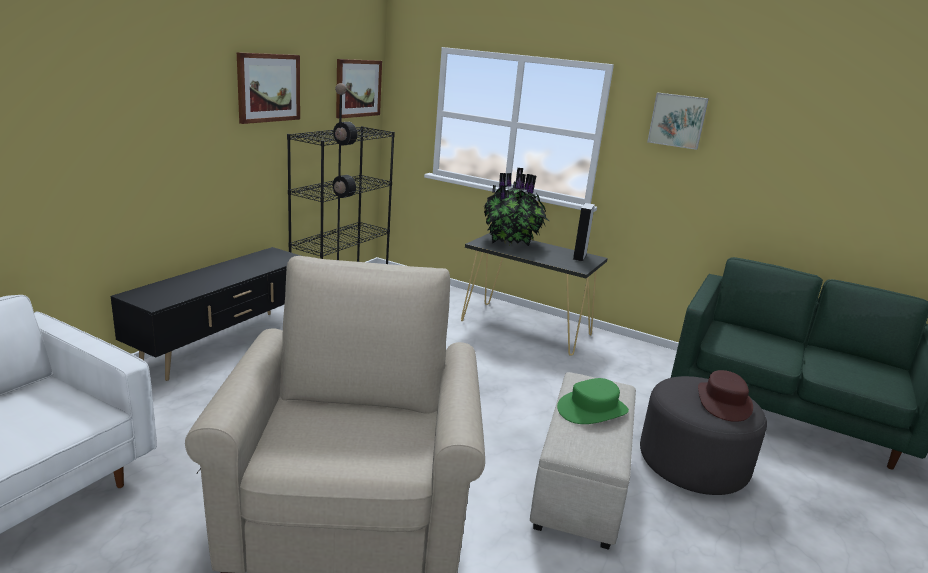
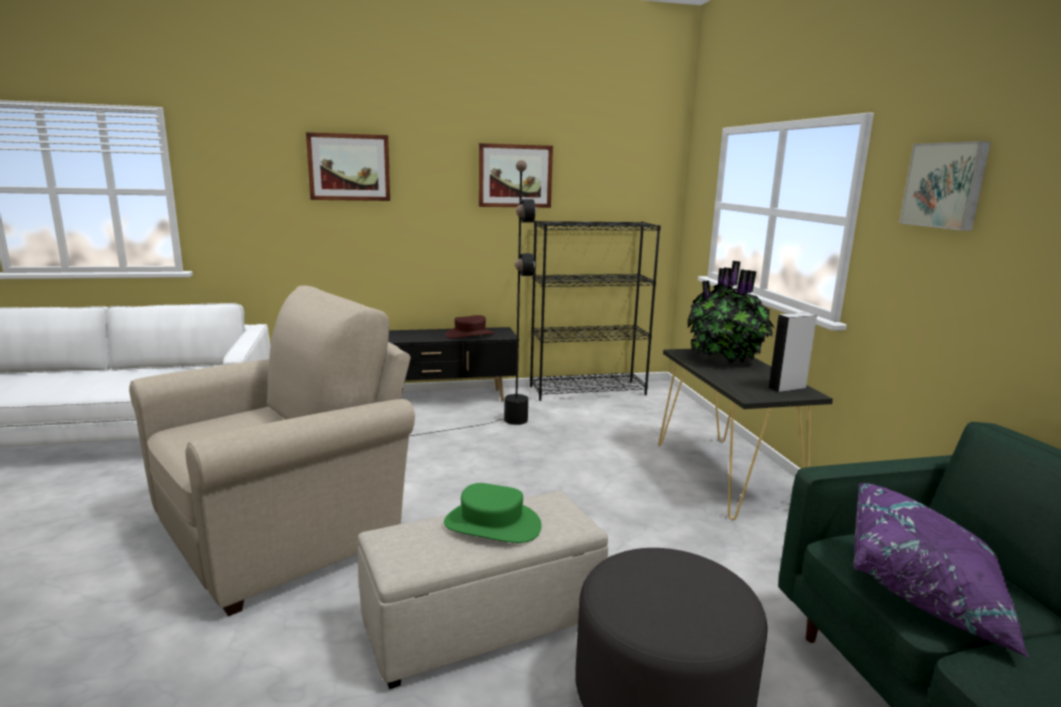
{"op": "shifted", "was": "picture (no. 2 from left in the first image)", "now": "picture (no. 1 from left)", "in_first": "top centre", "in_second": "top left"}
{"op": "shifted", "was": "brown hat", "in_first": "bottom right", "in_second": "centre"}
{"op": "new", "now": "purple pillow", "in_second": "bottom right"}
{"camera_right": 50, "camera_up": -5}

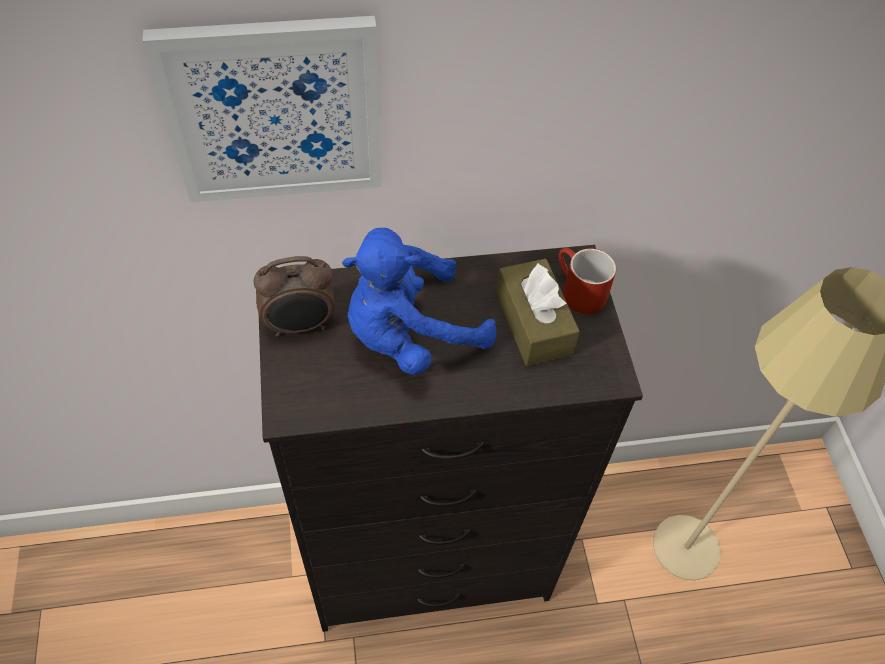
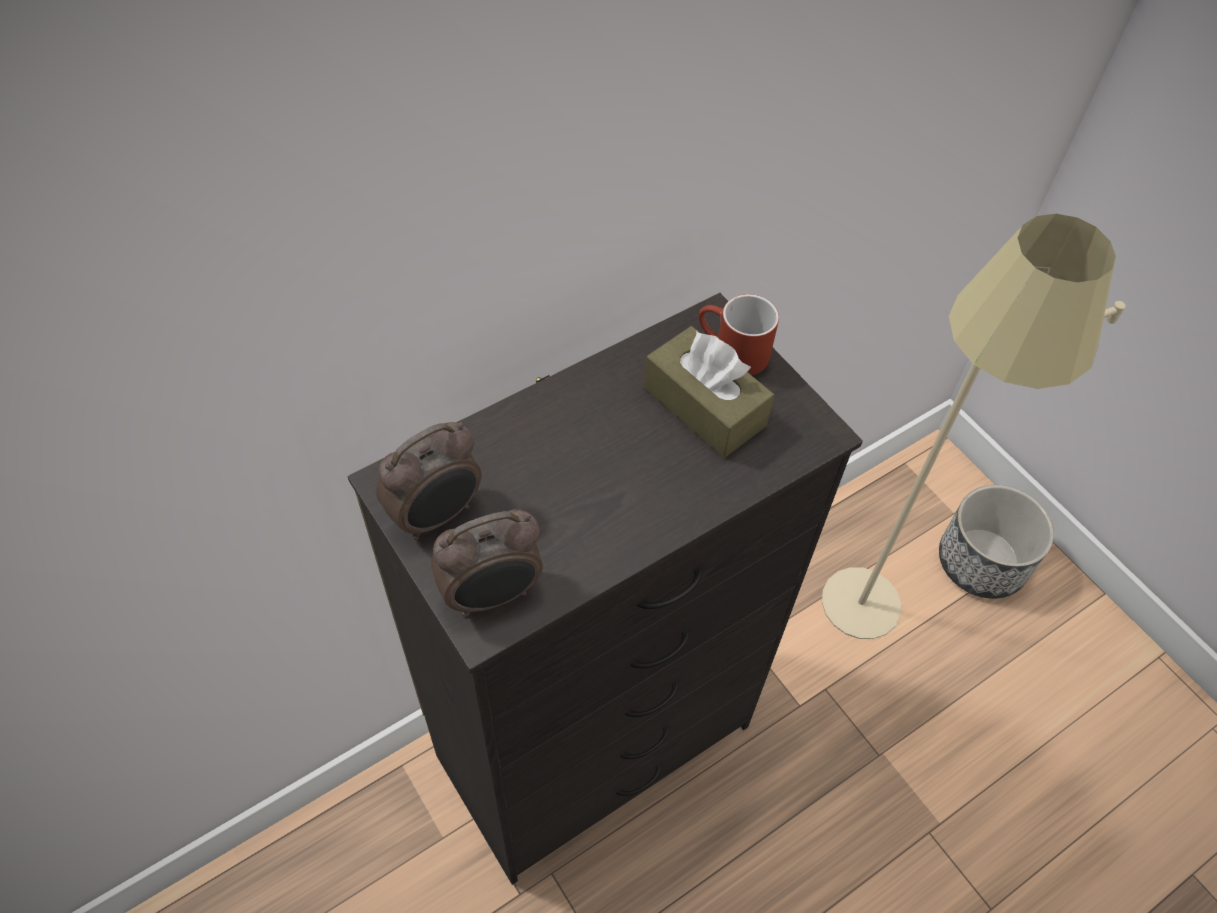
{"op": "gone", "was": "picture", "in_first": "top left"}
{"op": "gone", "was": "blue plush toy", "in_first": "centre"}
{"op": "new", "now": "planter", "in_second": "middle right"}
{"op": "new", "now": "alarm clock (no. 2 from left)", "in_second": "centre"}
{"camera_right": -25, "camera_up": 0}

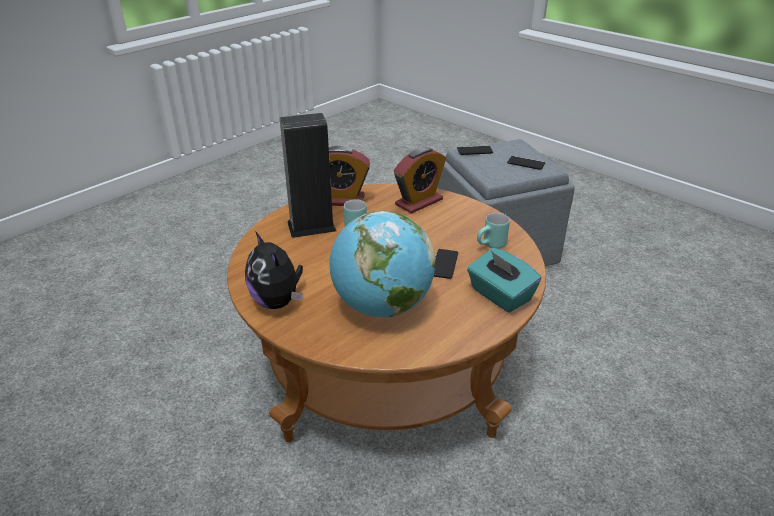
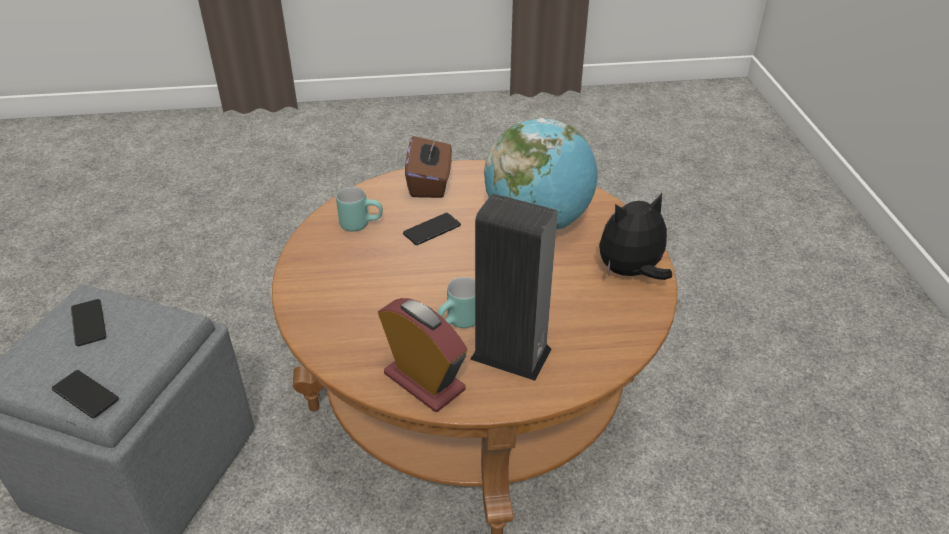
{"op": "gone", "was": "alarm clock (no. 2 from left)", "in_first": "centre"}
{"op": "rotated", "was": "plush toy", "in_first": "centre", "in_second": "middle right", "clockwise": -120}
{"op": "repainted", "was": "turquoise tissue box", "now": "brown tissue box", "in_first": "centre", "in_second": "top centre"}
{"camera_right": -140, "camera_up": 5}

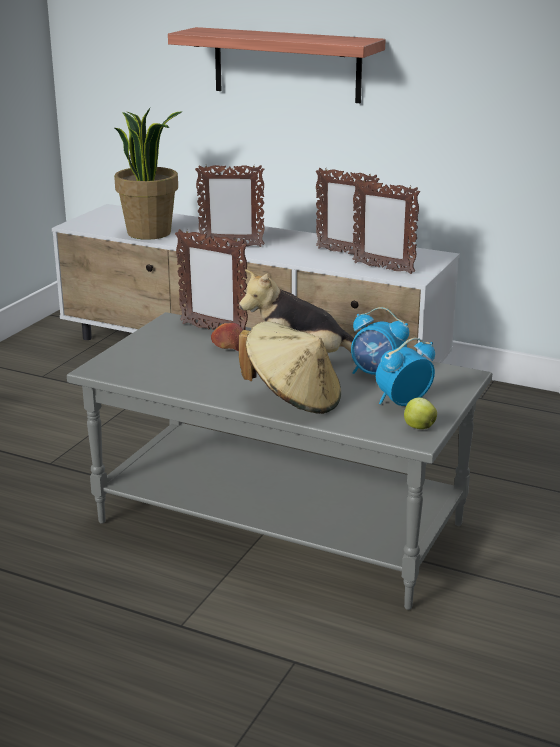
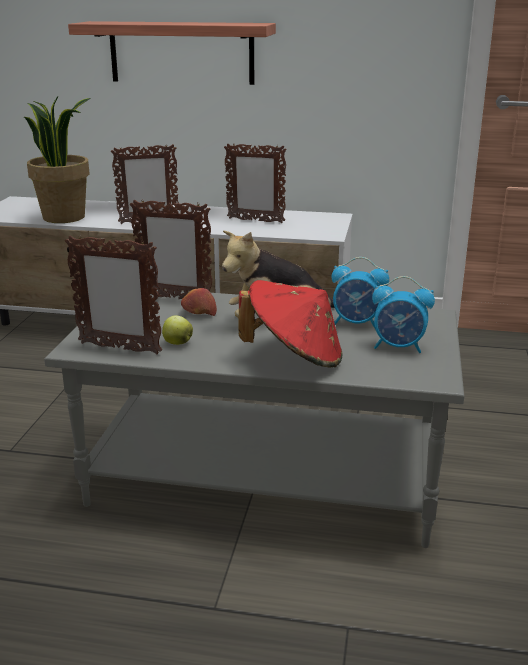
{"op": "shifted", "was": "picture frame (no. 4 from left in the first image)", "now": "picture frame (no. 1 from left)", "in_first": "top right", "in_second": "middle left"}
{"op": "repainted", "was": "beige hat", "now": "red hat", "in_first": "centre", "in_second": "centre"}
{"op": "rotated", "was": "alarm clock (no. 2 from left)", "in_first": "middle right", "in_second": "middle right", "clockwise": -120}
{"op": "shifted", "was": "apple (no. 2 from left in the first image)", "now": "apple (no. 1 from left)", "in_first": "middle right", "in_second": "centre"}
{"camera_right": -15, "camera_up": 0}

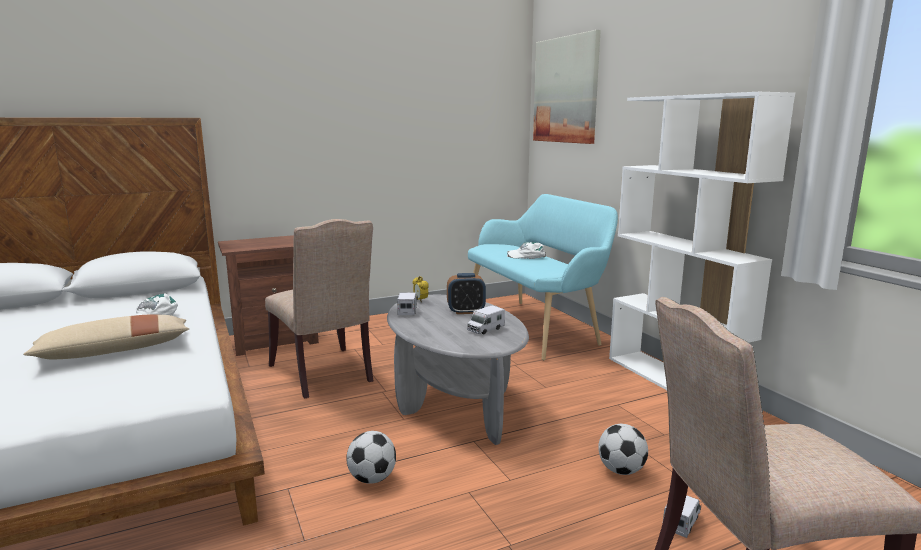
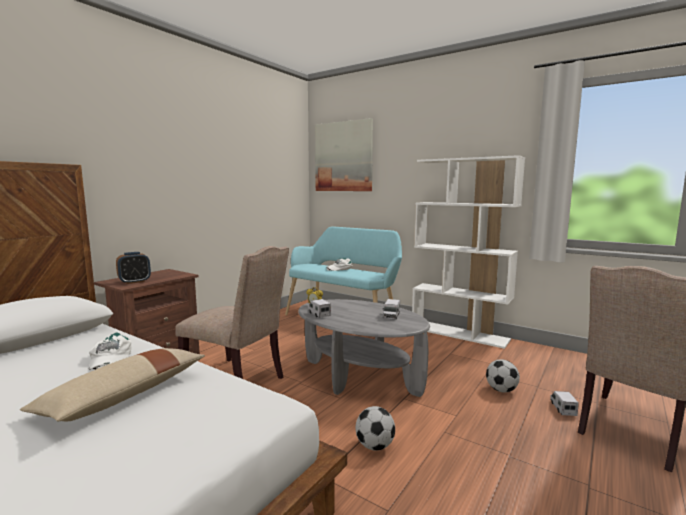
{"op": "shifted", "was": "alarm clock (no. 2 from left in the first image)", "now": "alarm clock (no. 1 from left)", "in_first": "centre", "in_second": "middle left"}
{"camera_right": -30, "camera_up": -5}

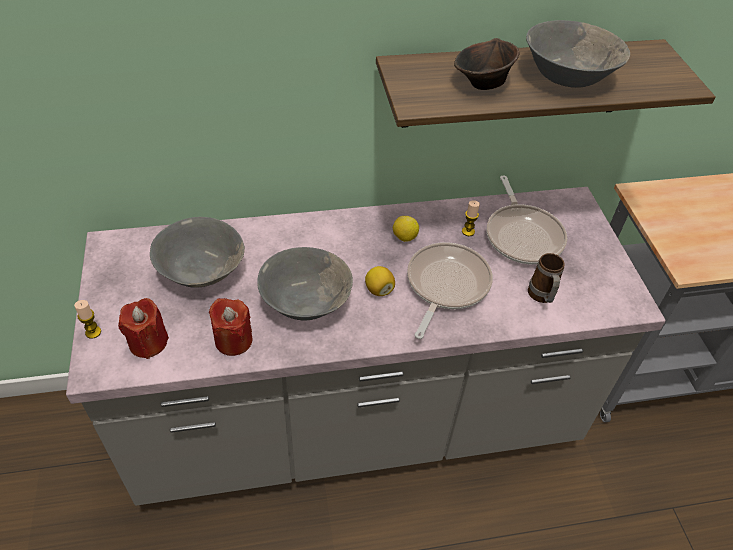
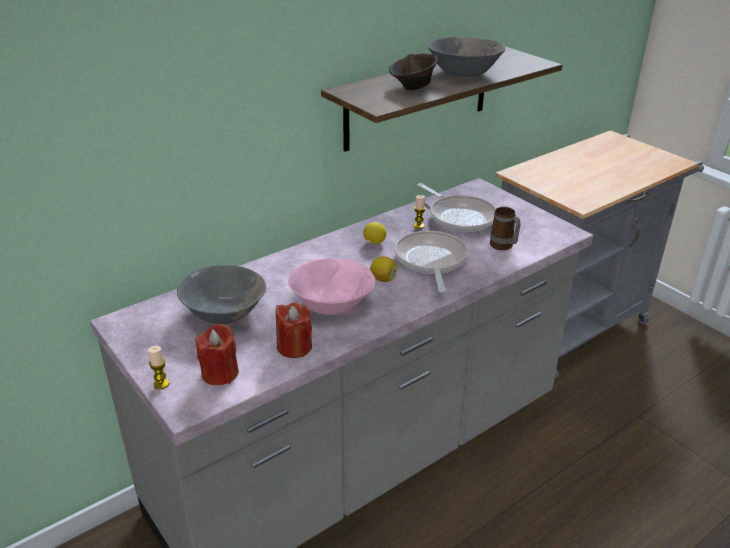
{"op": "repainted", "was": "grey bowl (no. 2 from left)", "now": "pink bowl", "in_first": "centre", "in_second": "centre"}
{"camera_right": -25, "camera_up": -15}

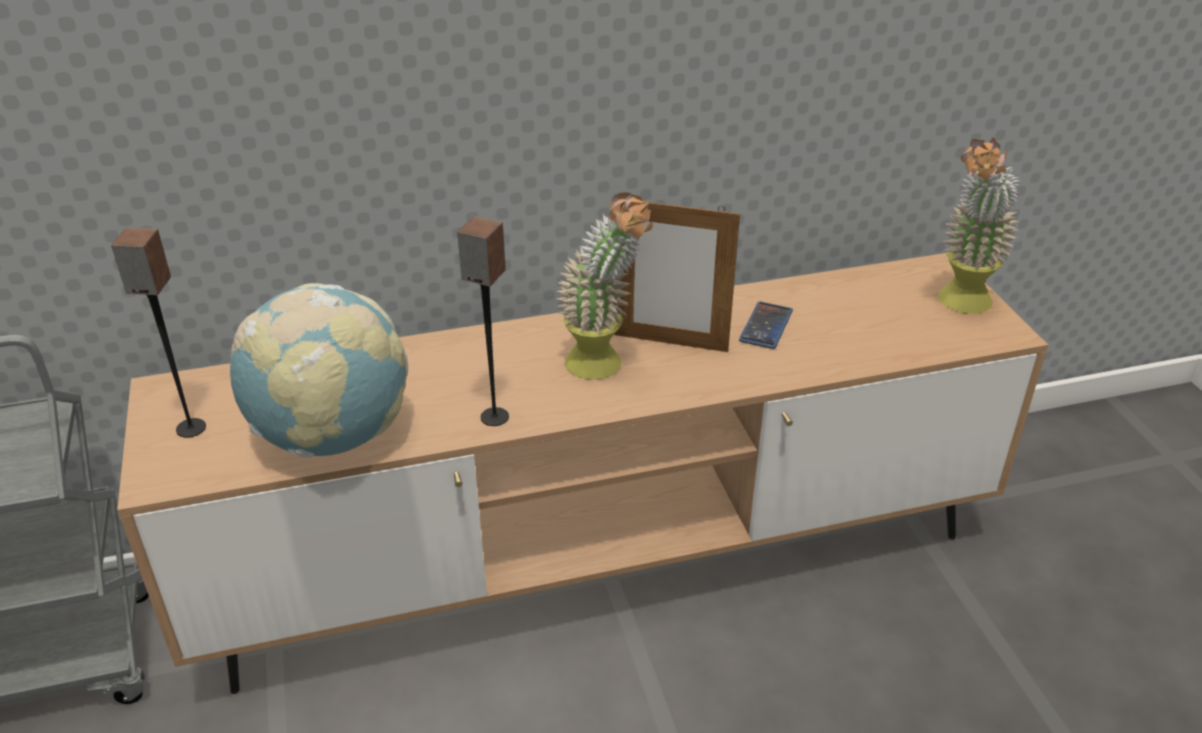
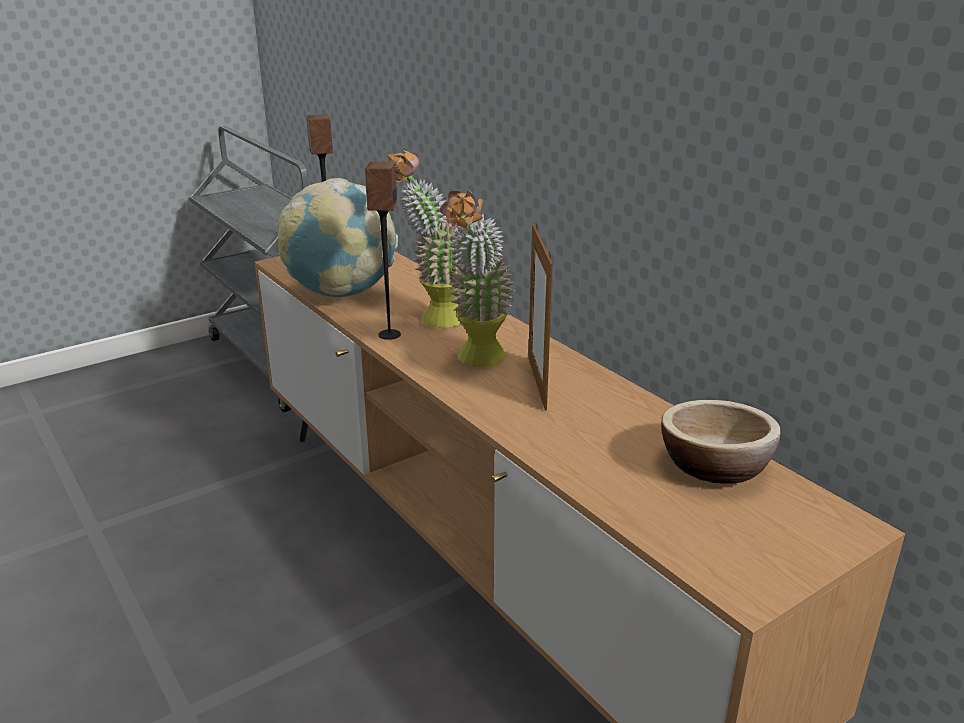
{"op": "shifted", "was": "potted plant (no. 2 from left in the first image)", "now": "potted plant (no. 1 from left)", "in_first": "top right", "in_second": "top centre"}
{"op": "gone", "was": "phone", "in_first": "centre"}
{"op": "new", "now": "bowl", "in_second": "middle right"}
{"camera_right": 70, "camera_up": -10}

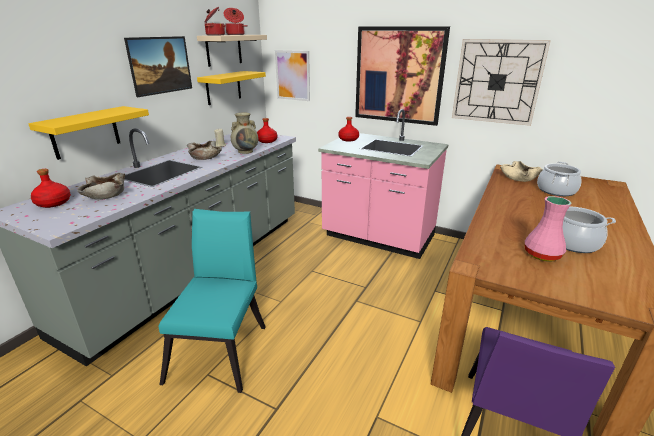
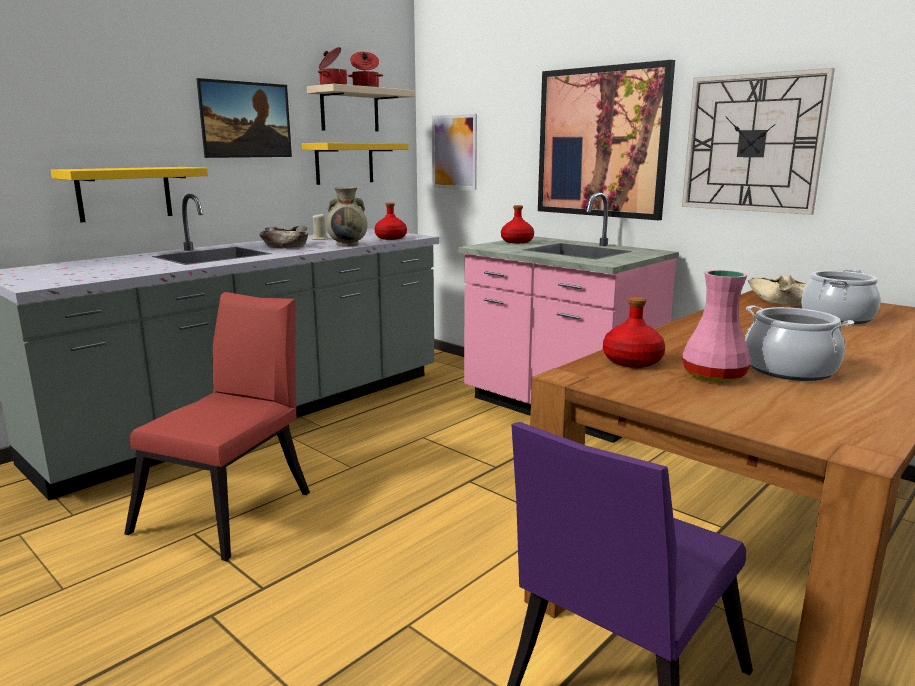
{"op": "shifted", "was": "red bottle (no. 1 from left in the first image)", "now": "red bottle (no. 3 from left)", "in_first": "middle left", "in_second": "middle right"}
{"op": "gone", "was": "beige bowl (no. 1 from left)", "in_first": "middle left"}
{"op": "repainted", "was": "turquoise chair", "now": "red chair", "in_first": "bottom left", "in_second": "middle left"}
{"camera_right": 15, "camera_up": -10}

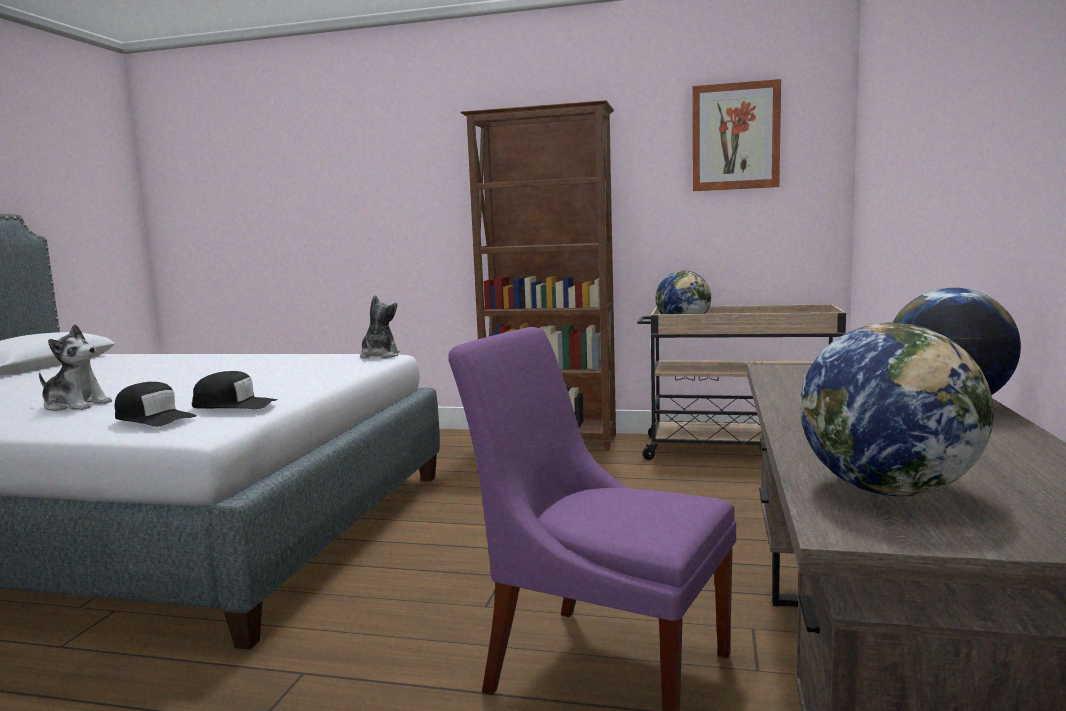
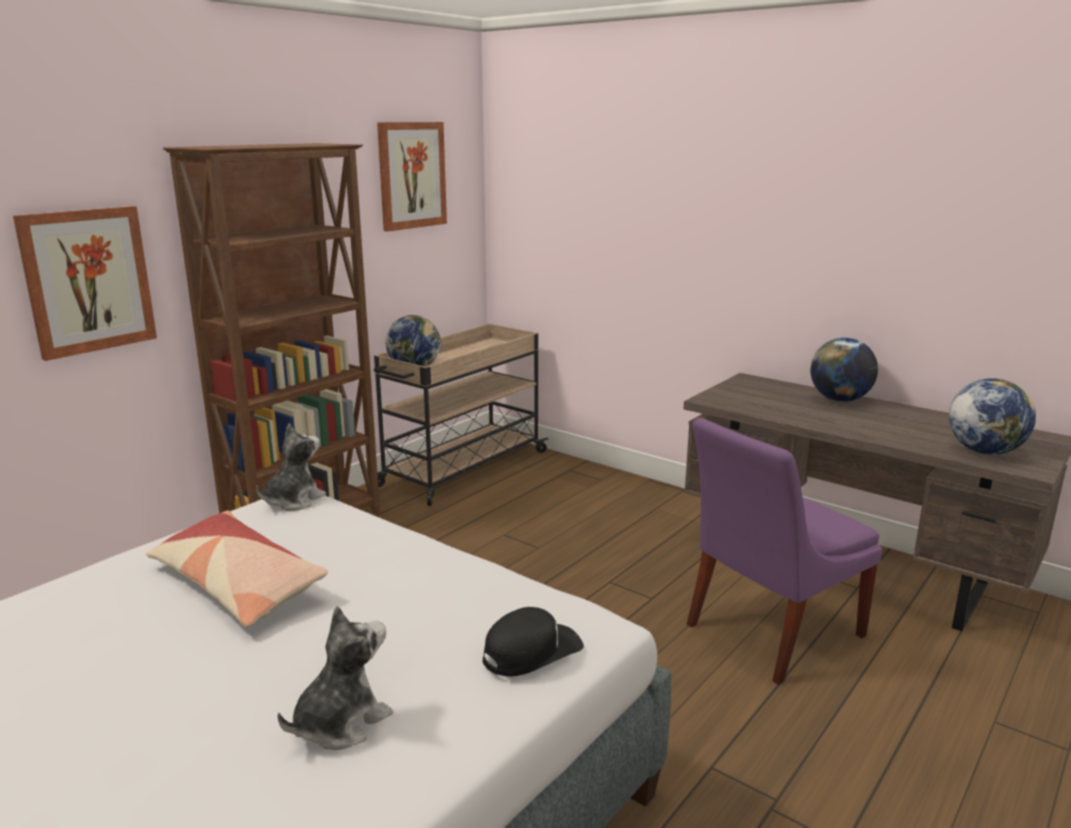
{"op": "rotated", "was": "plush toy (no. 2 from left in the first image)", "in_first": "centre", "in_second": "middle left", "clockwise": 90}
{"op": "gone", "was": "black cap (no. 2 from left)", "in_first": "middle left"}
{"op": "new", "now": "picture (no. 1 from left)", "in_second": "middle left"}
{"op": "new", "now": "pillow", "in_second": "bottom left"}
{"camera_right": -65, "camera_up": 10}

